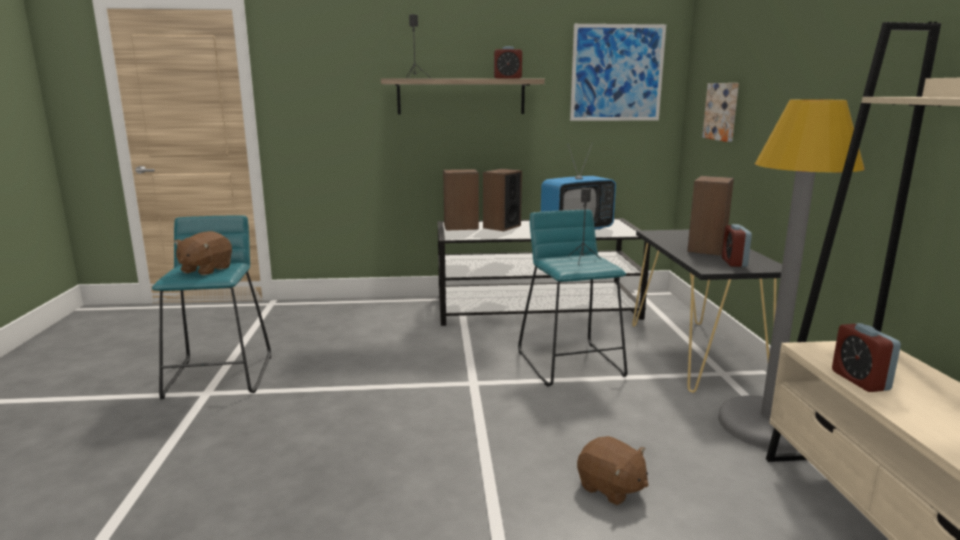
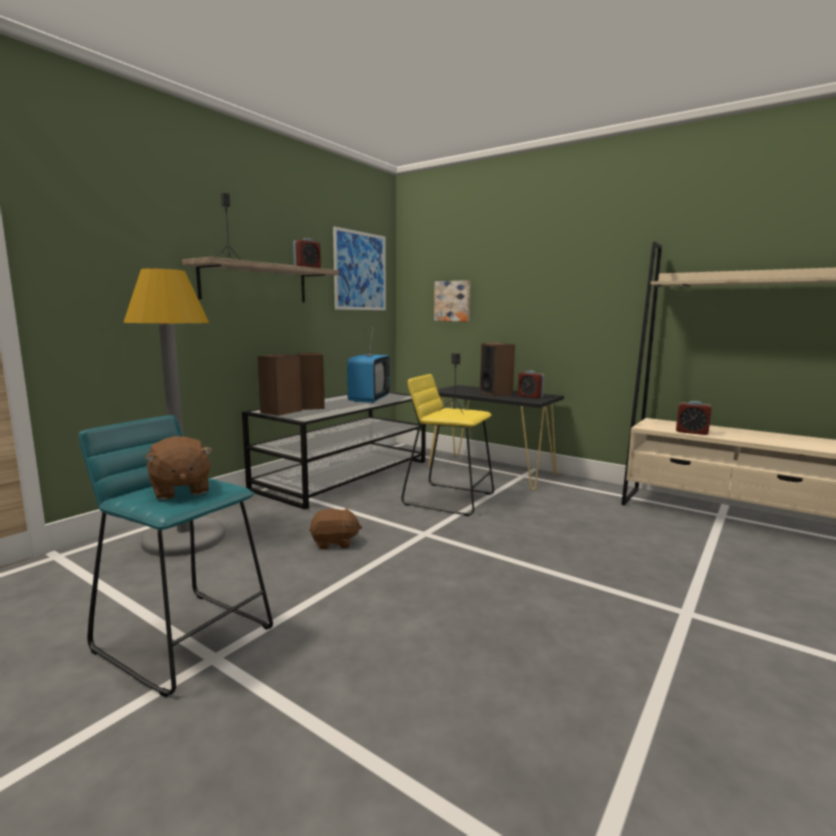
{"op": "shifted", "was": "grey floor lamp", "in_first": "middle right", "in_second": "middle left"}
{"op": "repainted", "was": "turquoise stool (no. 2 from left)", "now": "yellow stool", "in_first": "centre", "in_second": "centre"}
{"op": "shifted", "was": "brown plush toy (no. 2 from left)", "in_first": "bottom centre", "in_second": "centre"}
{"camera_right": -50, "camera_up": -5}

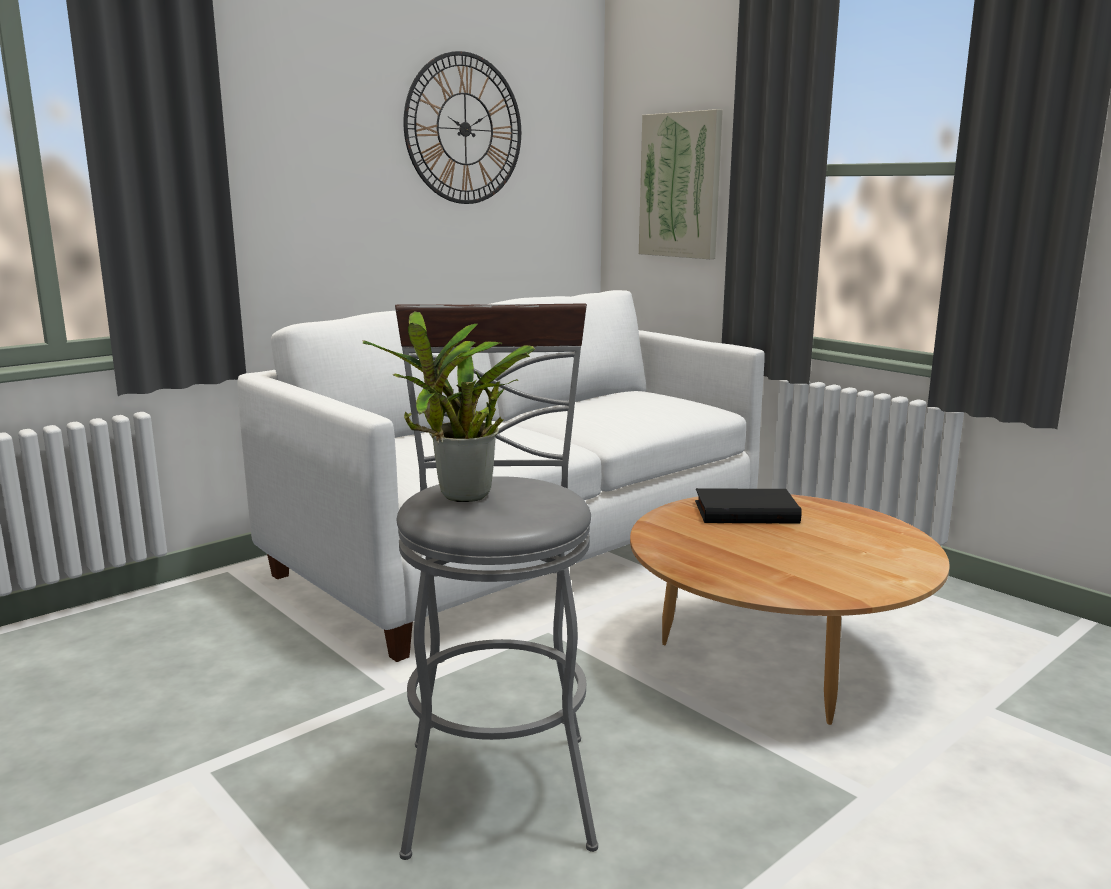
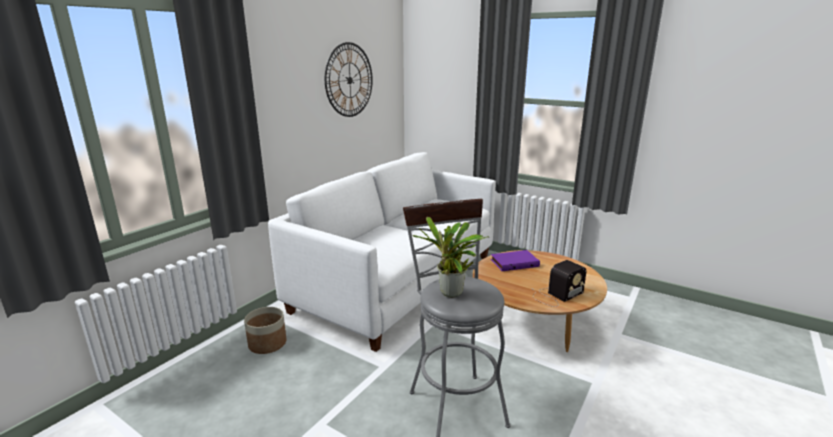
{"op": "gone", "was": "picture", "in_first": "top centre"}
{"op": "repainted", "was": "black book", "now": "purple book", "in_first": "middle right", "in_second": "centre"}
{"op": "new", "now": "radio", "in_second": "middle right"}
{"op": "new", "now": "planter", "in_second": "bottom left"}
{"camera_right": -15, "camera_up": 5}

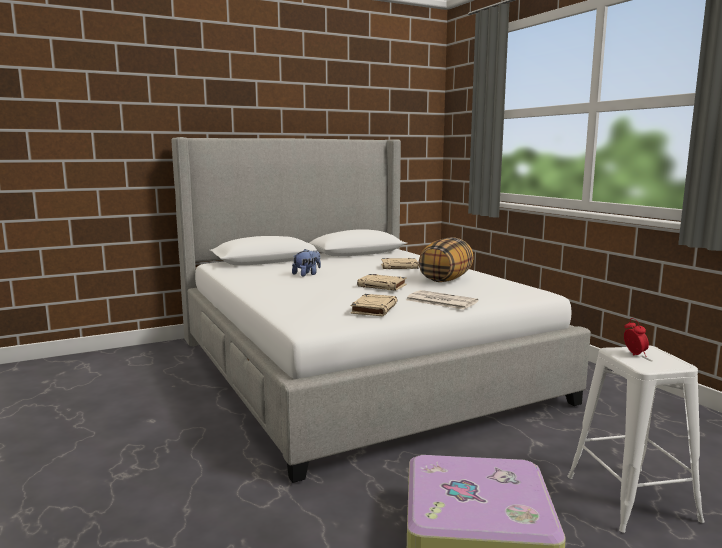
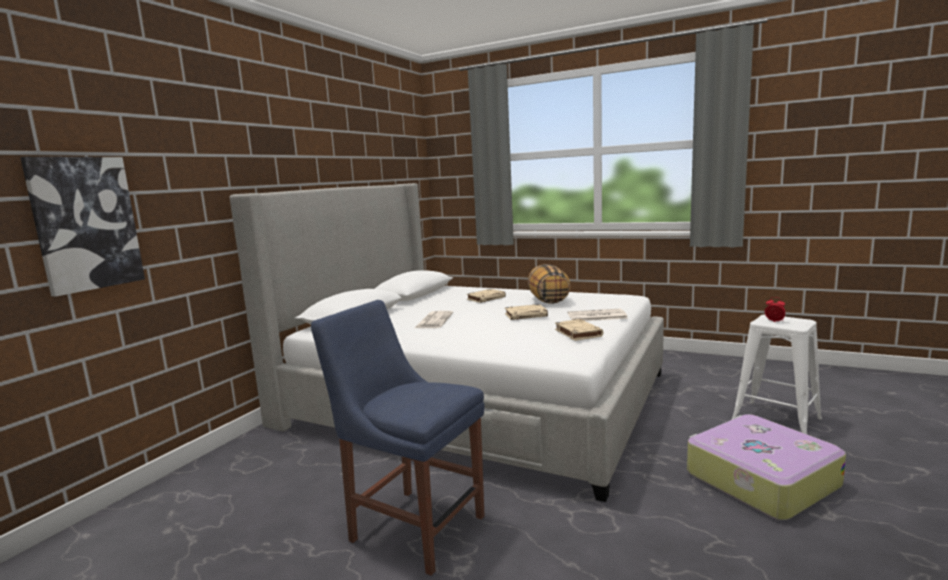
{"op": "swapped", "was": "plush toy", "now": "newspaper (no. 1 from left)", "in_first": "centre", "in_second": "centre"}
{"op": "new", "now": "picture", "in_second": "middle left"}
{"op": "new", "now": "blue chair", "in_second": "bottom centre"}
{"camera_right": -35, "camera_up": 0}

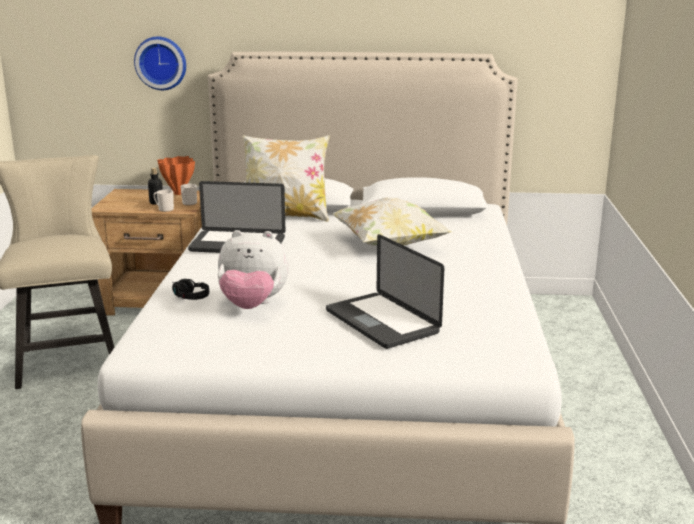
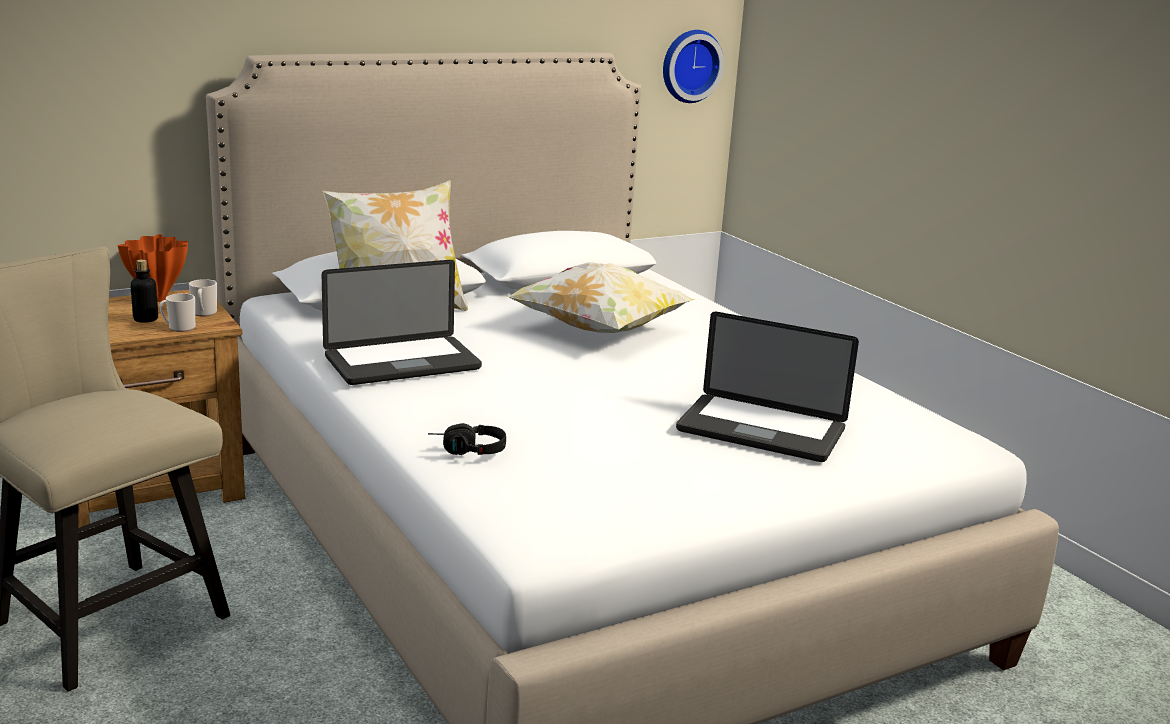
{"op": "shifted", "was": "wall clock", "in_first": "top left", "in_second": "top centre"}
{"op": "gone", "was": "plush toy", "in_first": "centre"}
{"camera_right": -35, "camera_up": 0}

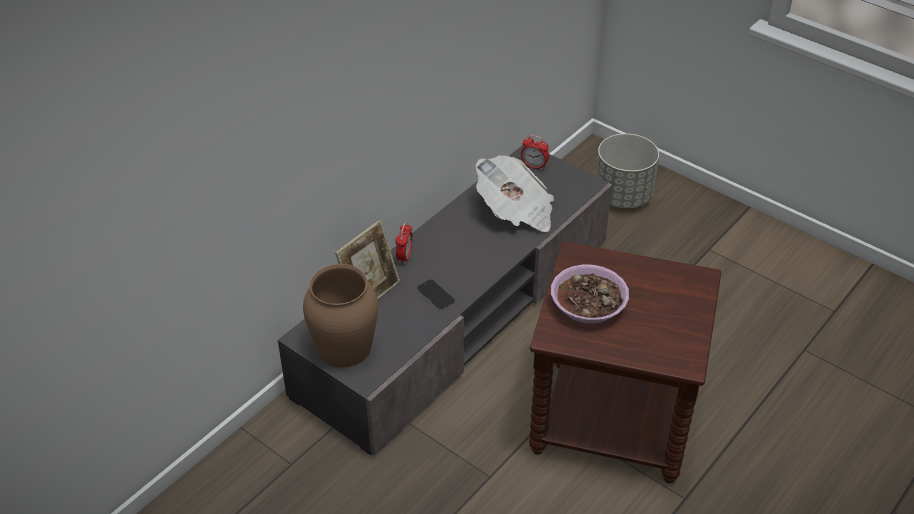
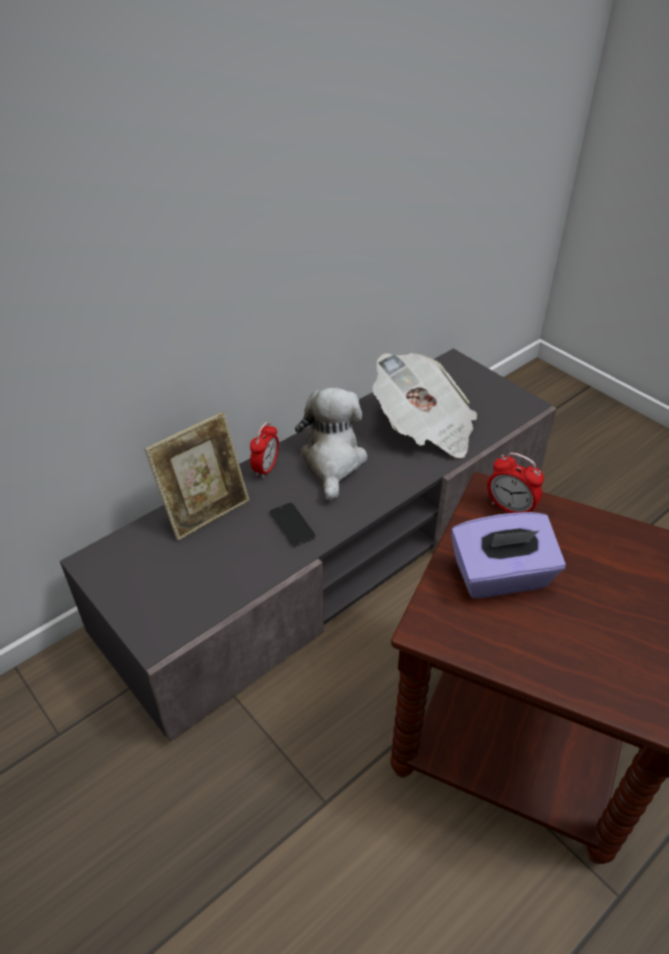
{"op": "gone", "was": "grey planter", "in_first": "top right"}
{"op": "shifted", "was": "alarm clock (no. 2 from left)", "in_first": "top centre", "in_second": "middle right"}
{"op": "gone", "was": "brown vase", "in_first": "centre"}
{"op": "swapped", "was": "bowl", "now": "purple tissue box", "in_first": "centre", "in_second": "middle right"}
{"op": "new", "now": "plush toy", "in_second": "centre"}
{"camera_right": 10, "camera_up": 0}

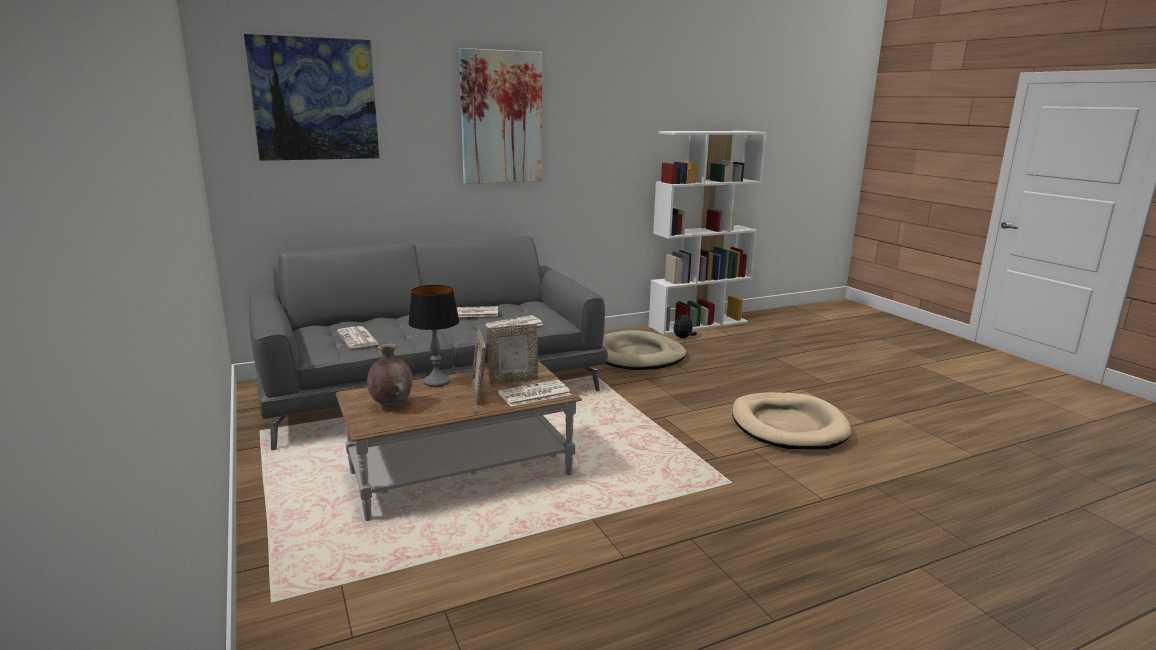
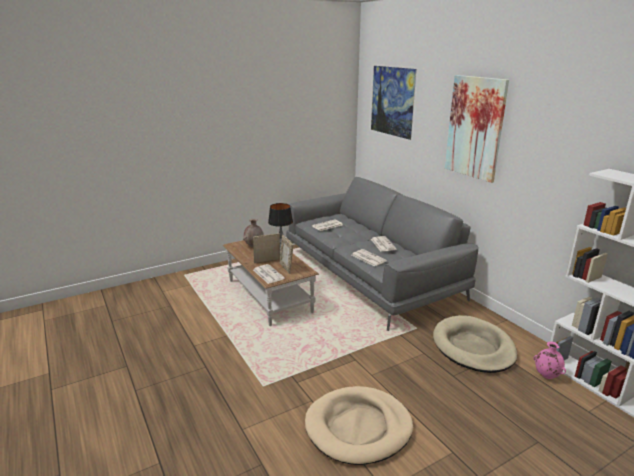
{"op": "swapped", "was": "plush toy", "now": "pink vase", "in_first": "centre", "in_second": "bottom right"}
{"camera_right": 85, "camera_up": 5}

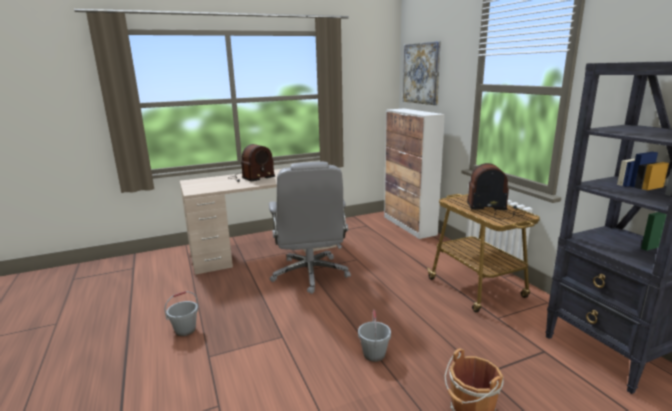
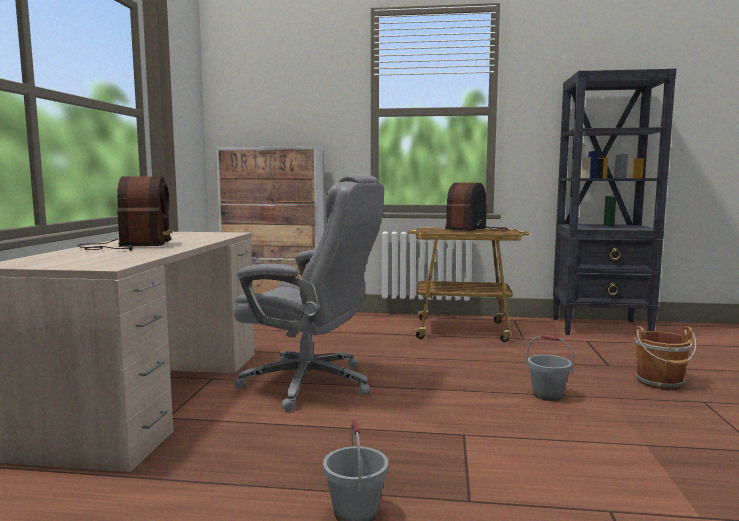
{"op": "gone", "was": "picture", "in_first": "top centre"}
{"camera_right": -60, "camera_up": -10}

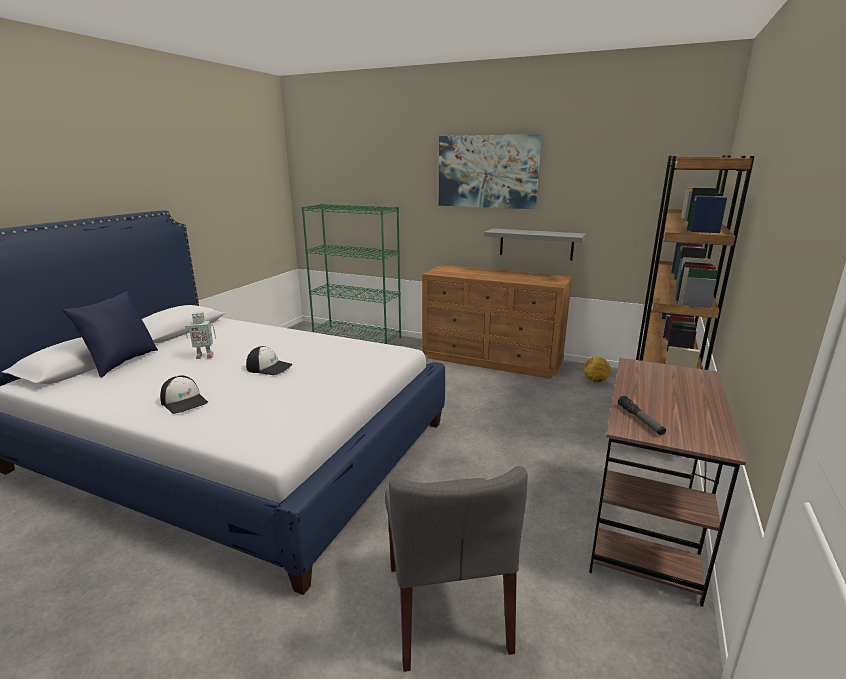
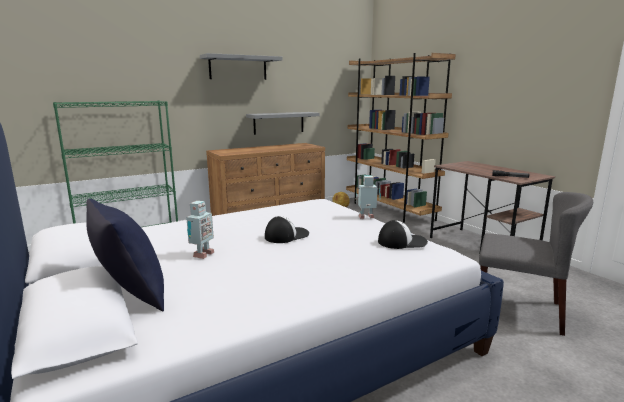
{"op": "swapped", "was": "picture", "now": "grey shelf (no. 1 from left)", "in_first": "top centre", "in_second": "top centre"}
{"op": "shifted", "was": "cap (no. 1 from left in the first image)", "now": "cap (no. 2 from left)", "in_first": "middle left", "in_second": "centre"}
{"op": "new", "now": "toy robot (no. 2 from left)", "in_second": "centre"}
{"camera_right": -55, "camera_up": -5}

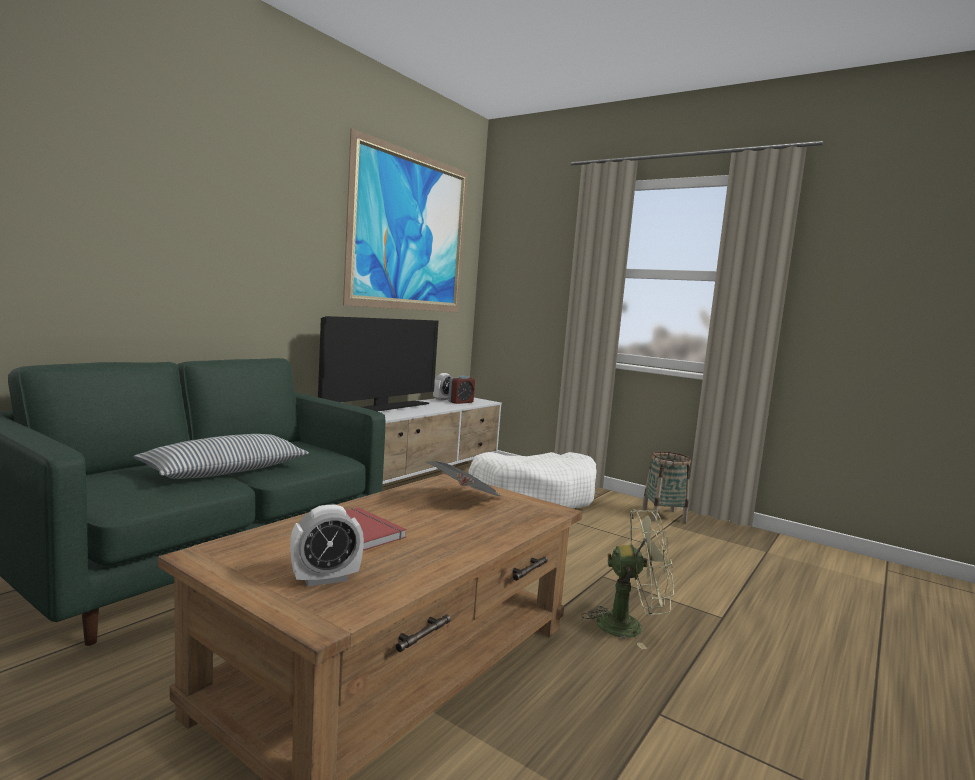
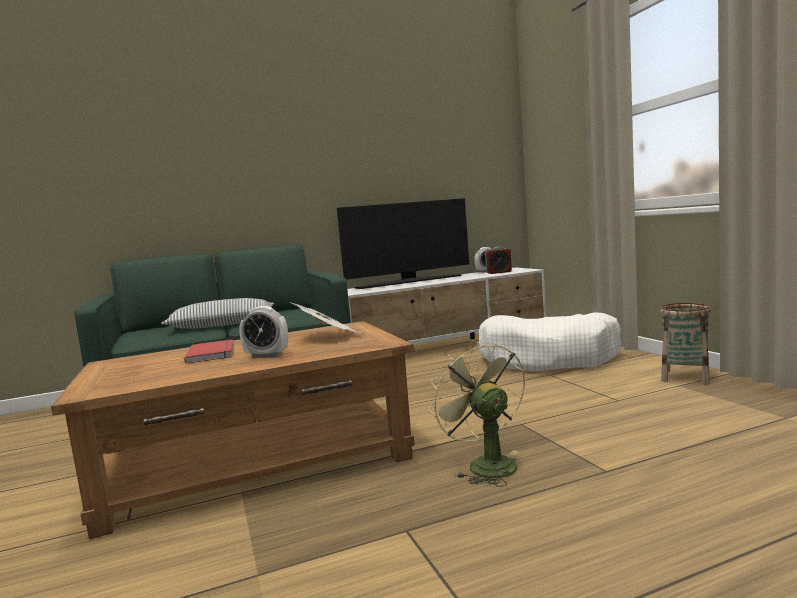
{"op": "gone", "was": "picture", "in_first": "top centre"}
{"op": "shifted", "was": "alarm clock (no. 1 from left)", "in_first": "bottom centre", "in_second": "middle left"}
{"op": "rotated", "was": "green fan", "in_first": "bottom centre", "in_second": "bottom centre", "clockwise": -150}
{"camera_right": 35, "camera_up": 0}

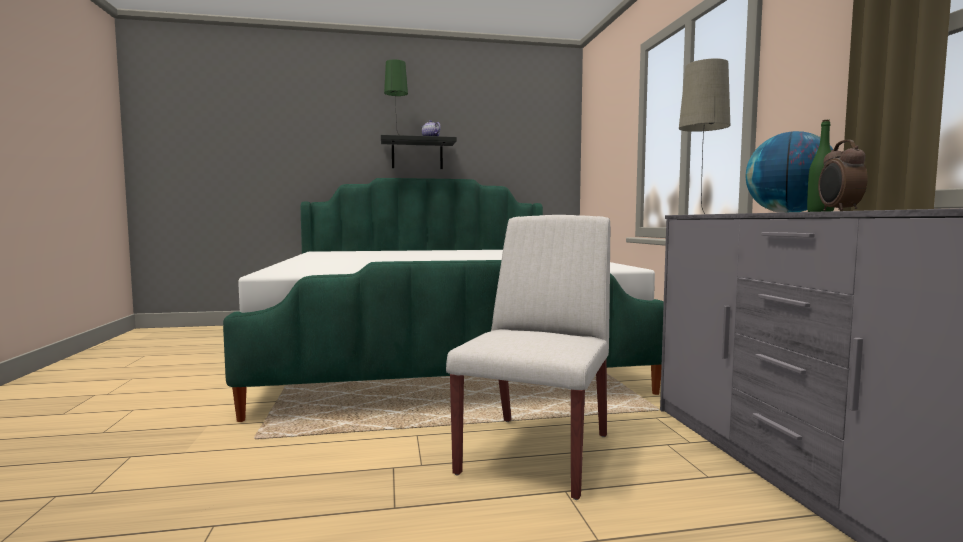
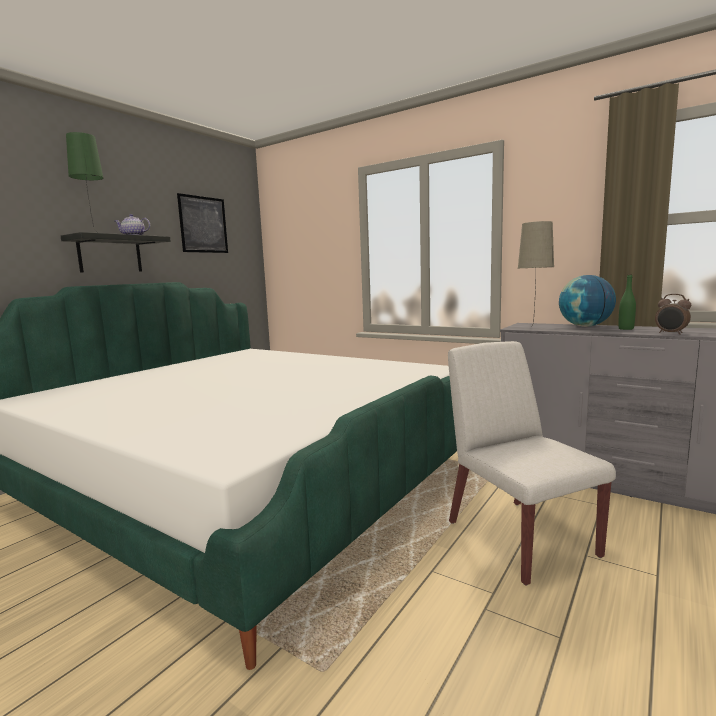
{"op": "new", "now": "picture", "in_second": "top left"}
{"camera_right": -45, "camera_up": 5}

